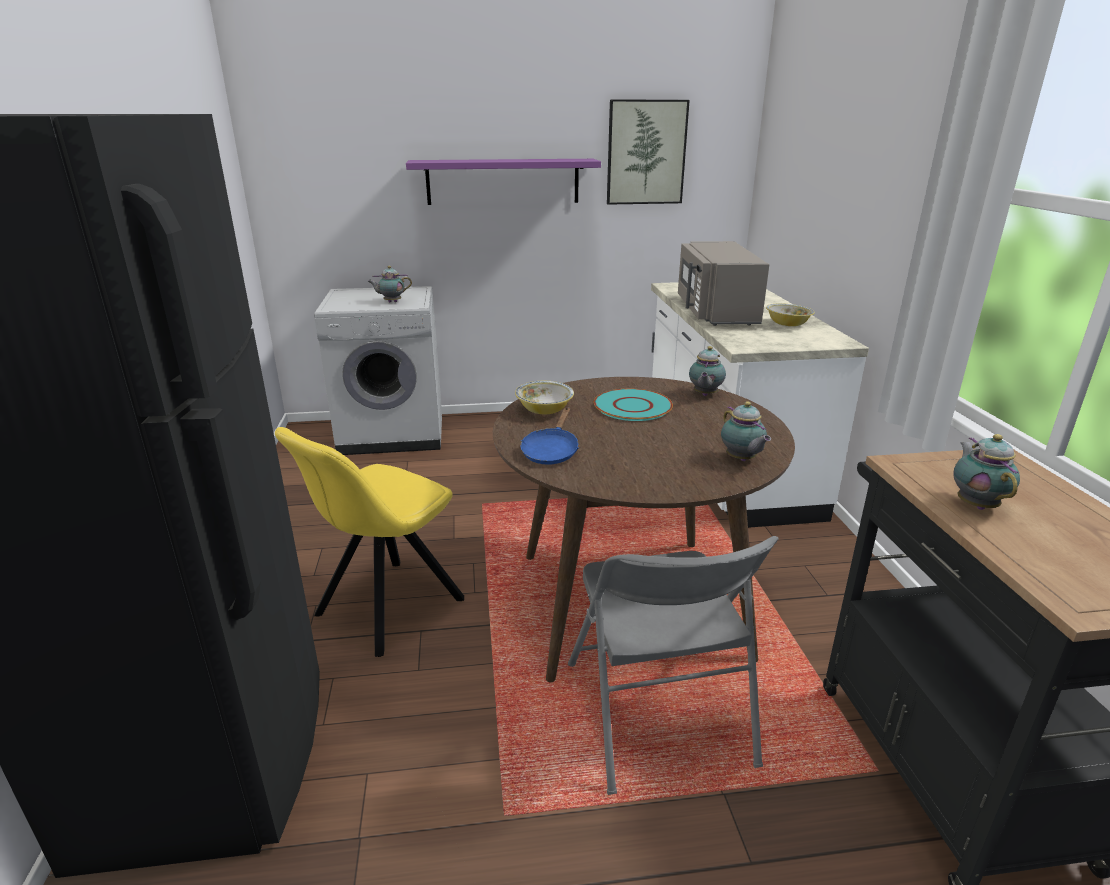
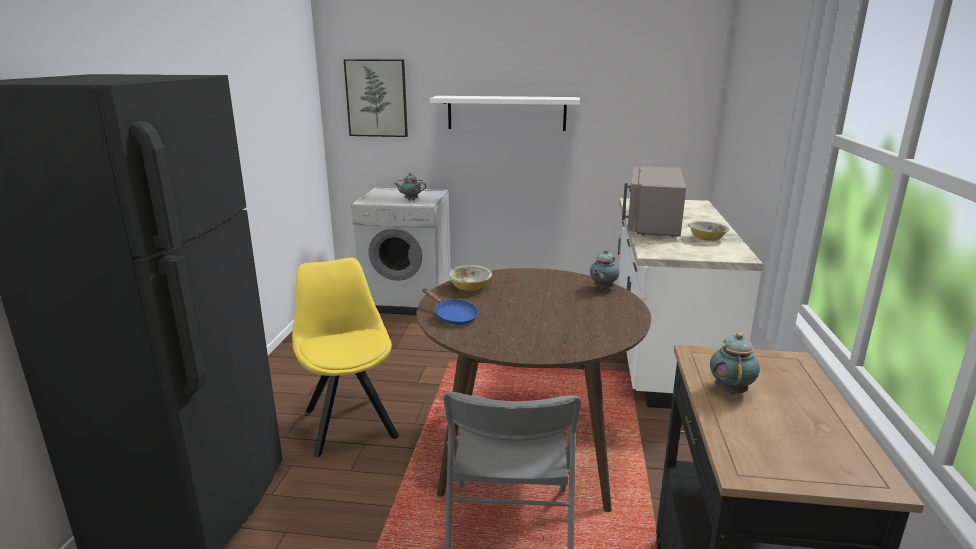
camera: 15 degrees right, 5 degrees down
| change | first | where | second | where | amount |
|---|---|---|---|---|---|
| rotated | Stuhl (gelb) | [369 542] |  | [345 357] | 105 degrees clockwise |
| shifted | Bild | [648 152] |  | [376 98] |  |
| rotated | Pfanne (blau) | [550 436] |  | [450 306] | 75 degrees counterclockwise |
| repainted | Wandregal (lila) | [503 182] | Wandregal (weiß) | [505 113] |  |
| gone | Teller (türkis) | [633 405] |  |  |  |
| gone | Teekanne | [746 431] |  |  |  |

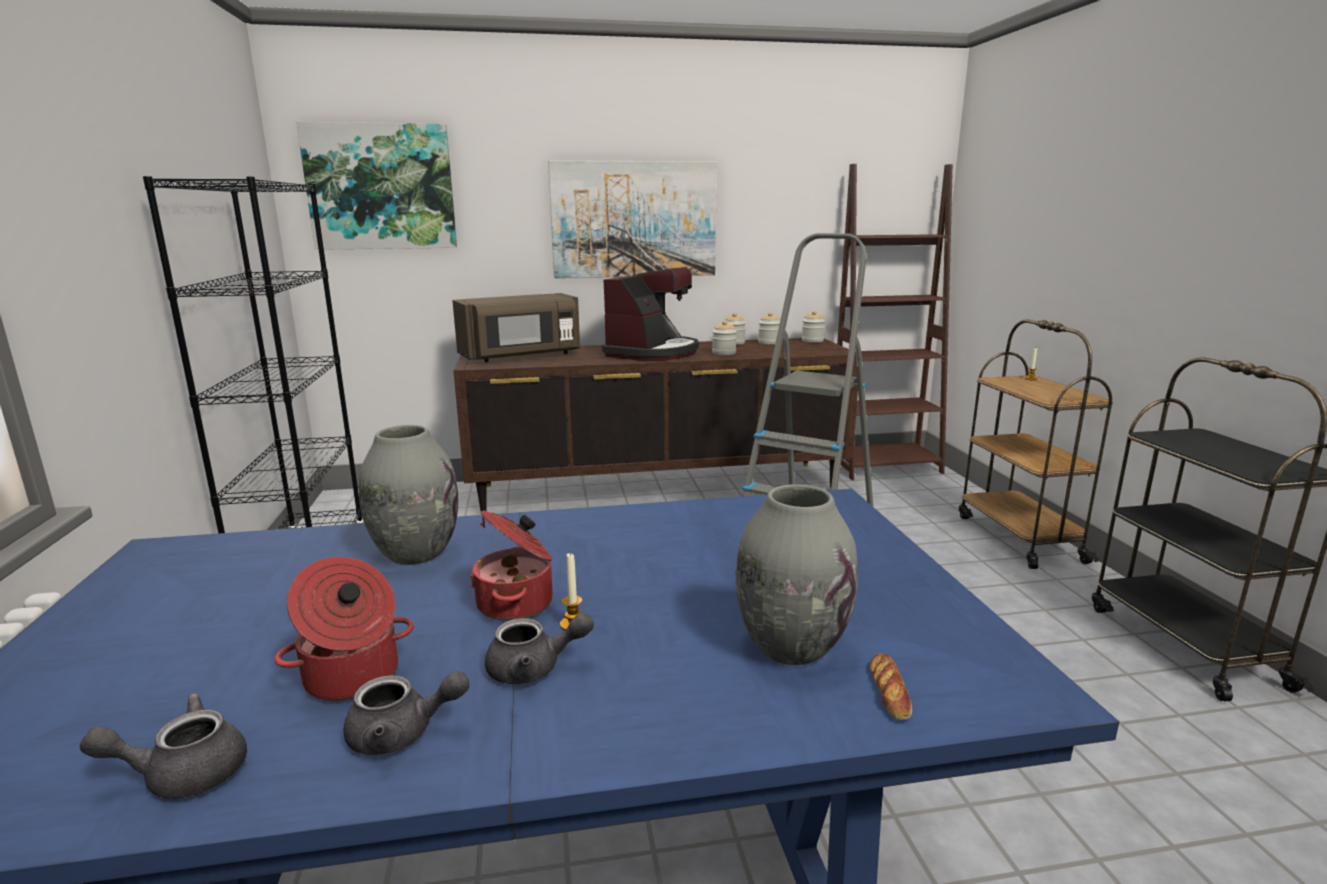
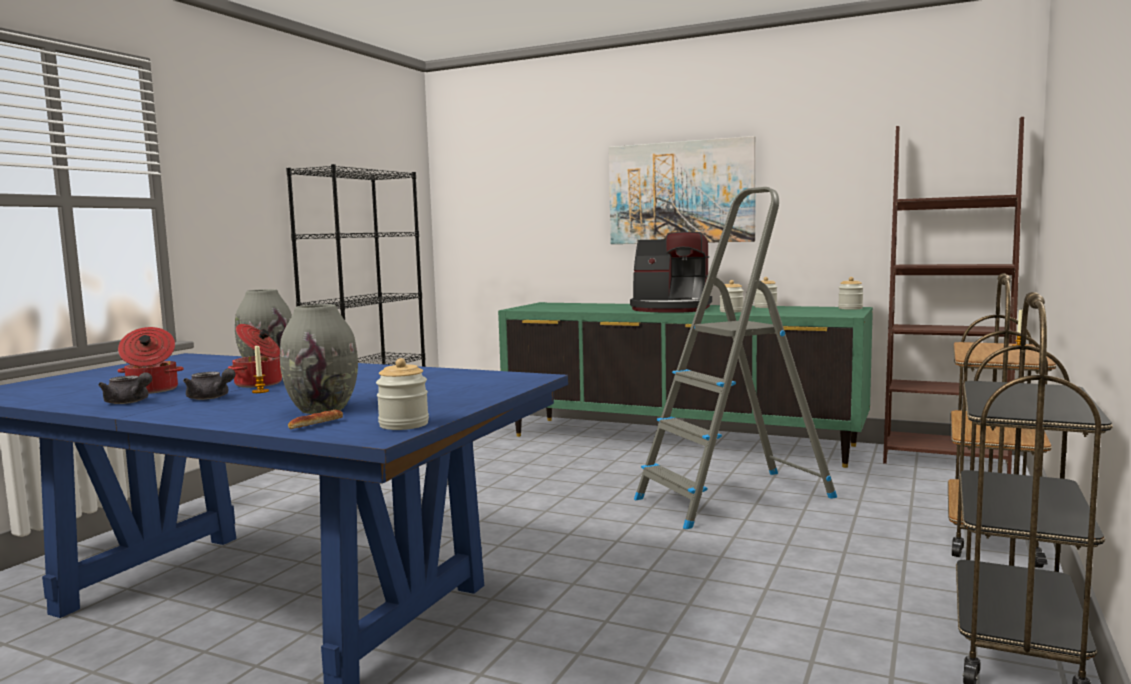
camera: 35 degrees right, 10 degrees down
| change | first | where | second | where | amount |
|---|---|---|---|---|---|
| shifted | Vorratsglas | [769 328] |  | [402 394] |  |
| repainted | Schrank (braun) | [655 425] | Schrank (grün) | [685 385] |  |
| rotated | Kaffeemaschine | [650 314] |  | [671 272] | 45 degrees clockwise |
| gone | Teekanne (grau) | [163 746] |  |  |  |
| gone | Bild | [376 186] |  |  |  |
| gone | Mikrowelle (braun) | [516 327] |  |  |  |

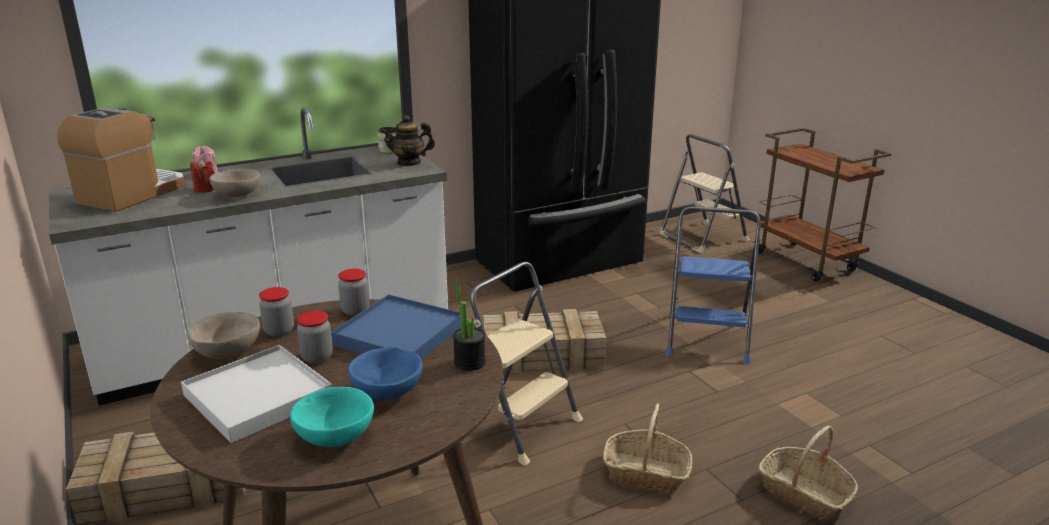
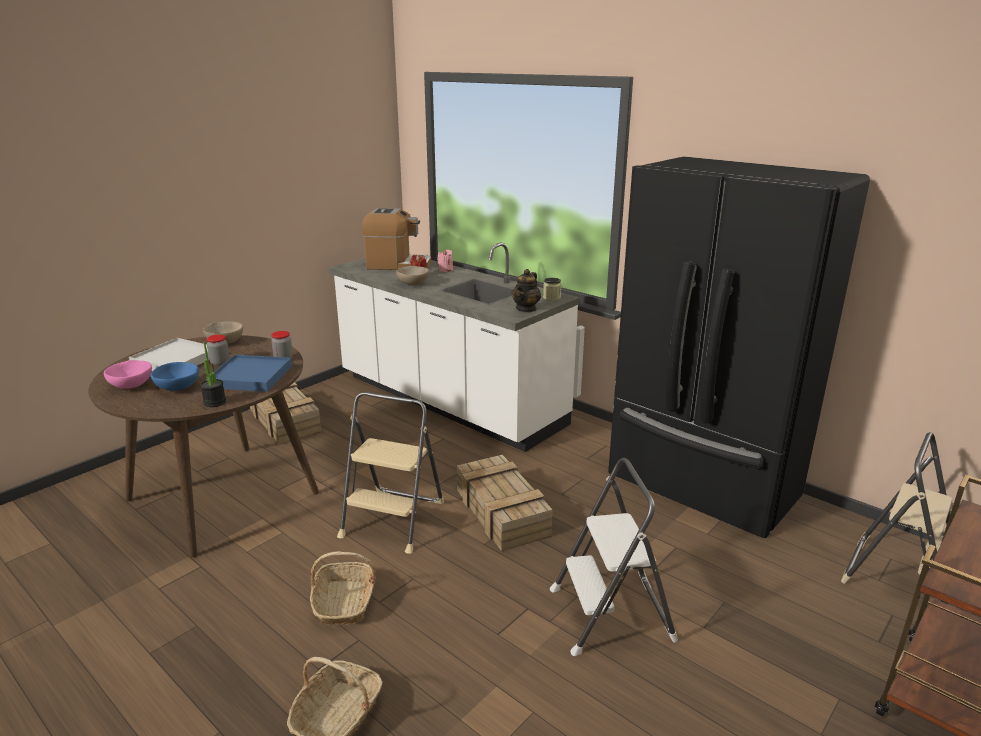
camera: 70 degrees right, 0 degrees up
| change | first | where | second | where | amount |
|---|---|---|---|---|---|
| repainted | Schüssel (türkis) | [332 417] | Schüssel (rosa) | [128 374] |  |
| rotated | Teekanne | [408 140] |  | [526 290] | 120 degrees counterclockwise |
| repainted | Trittleiter (blau) | [713 285] | Trittleiter (weiß) | [614 557] |  |
| gone | Vorratsglas | [276 312] |  |  |  |

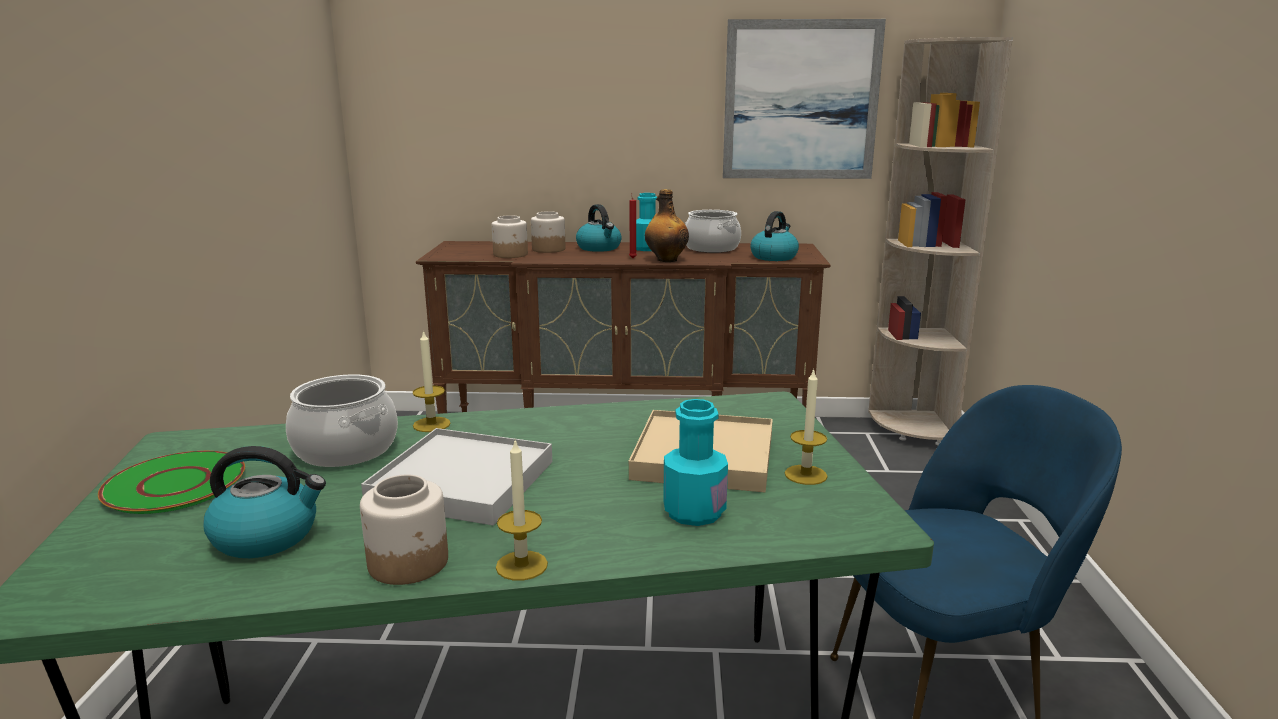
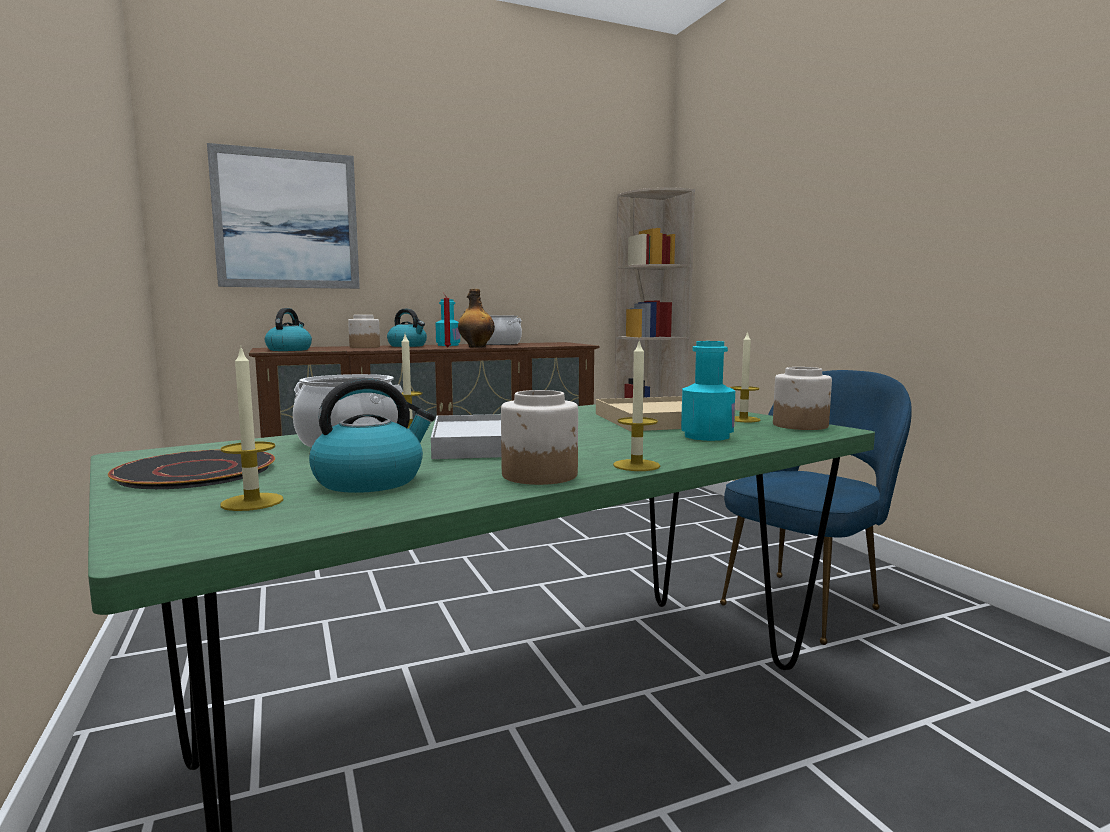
camera: 25 degrees left, 10 degrees down
| change | first | where | second | where | amount |
|---|---|---|---|---|---|
| repainted | Teller (grün) | [171 482] | Teller (schwarz) | [191 469] |  |
| shifted | Bild | [804 99] |  | [283 216] |  |
| new |  |  | Kerze | [252 428] |  |
| shifted | Wasserkessel | [774 236] |  | [288 329] |  |
| shifted | Vorratsglas | [510 236] |  | [802 398] |  |

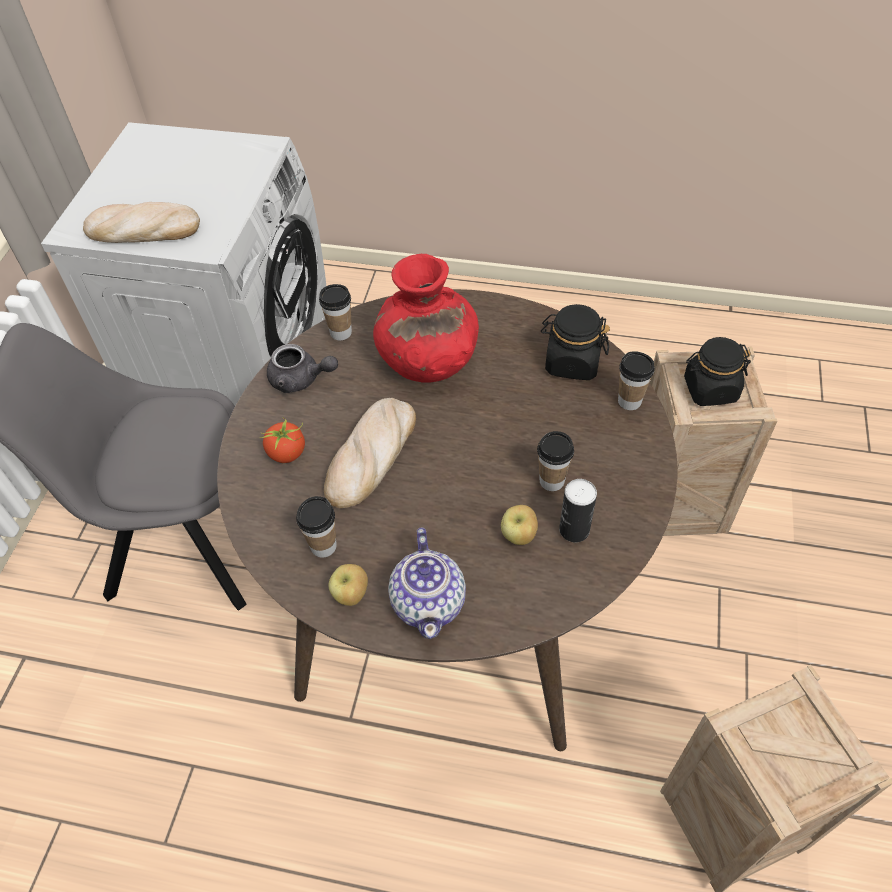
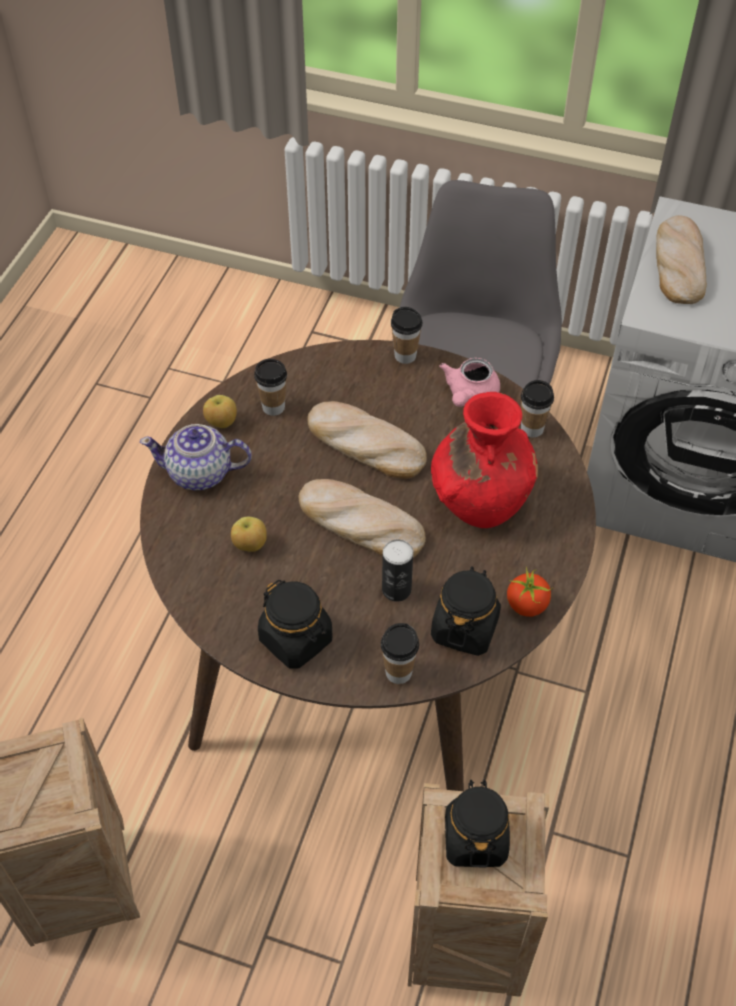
camera: 95 degrees right, 0 degrees up
| change | first | where | second | where | amount |
|---|---|---|---|---|---|
| new |  |  | Vorratsglas (schwarz) | [295 624] |  |
| new |  |  | Brot | [362 518] |  |
| shifted | Dose | [578 510] |  | [397 570] |  |
| shifted | Tasse | [555 461] |  | [406 335] |  |
| repainted | Teekanne (grau) | [302 368] | Teekanne (rosa) | [469 382] |  |
| shifted | Tomate | [282 440] |  | [530 592] |  |

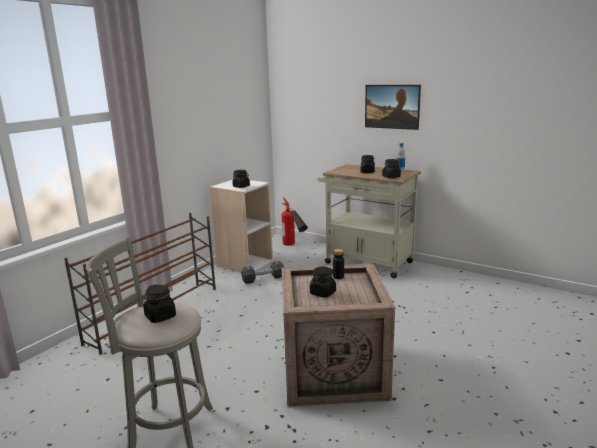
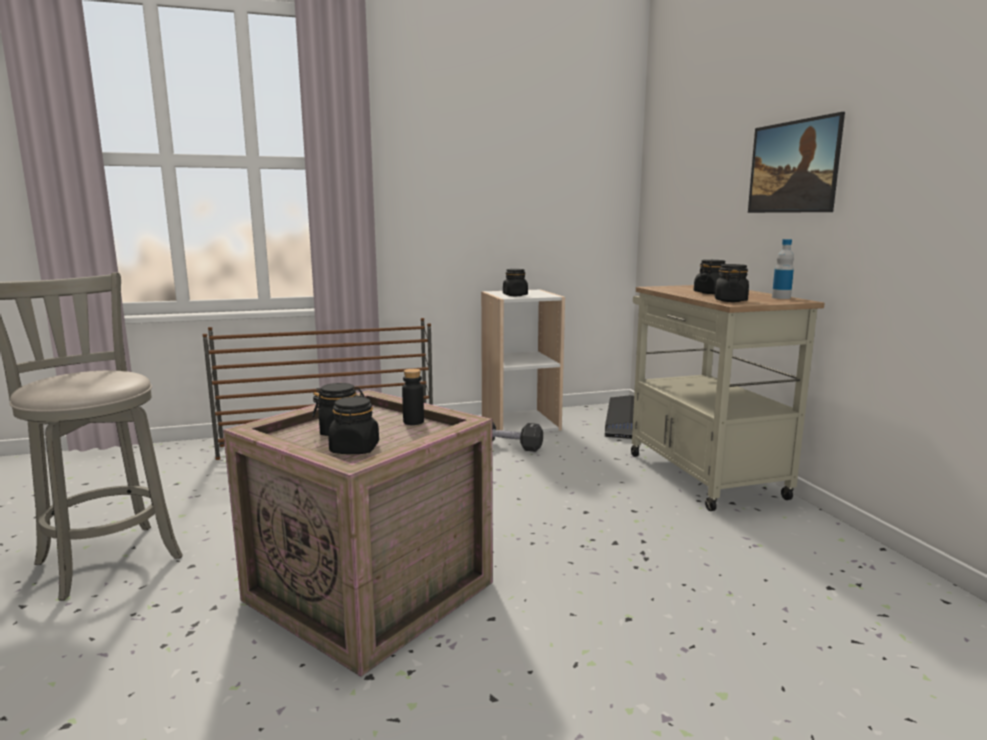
camera: 40 degrees right, 5 degrees down
| change | first | where | second | where | amount |
|---|---|---|---|---|---|
| shifted | Vorratsglas (schwarz) | [159 304] |  | [353 425] |  |
| swapped | Feuerlöscher | [295 221] | Aufbewahrungsbox (schwarz) | [619 417] |  |

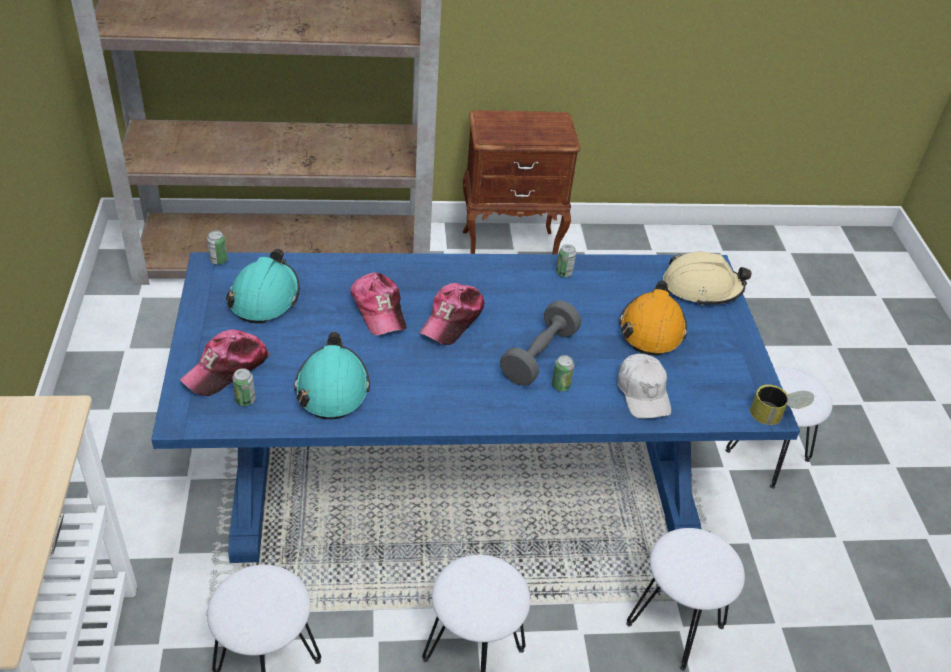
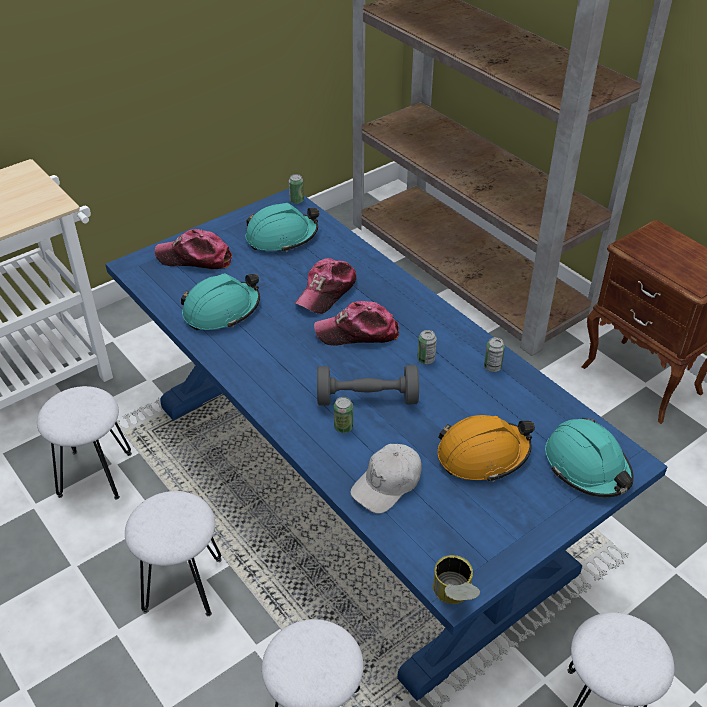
camera: 60 degrees right, 0 degrees up
| change | first | where | second | where | amount |
|---|---|---|---|---|---|
| shifted | Dose | [243 387] |  | [427 347] |  |
| repainted | Schutzhelm (beige) | [707 279] | Schutzhelm (türkis) | [589 457] |  |

